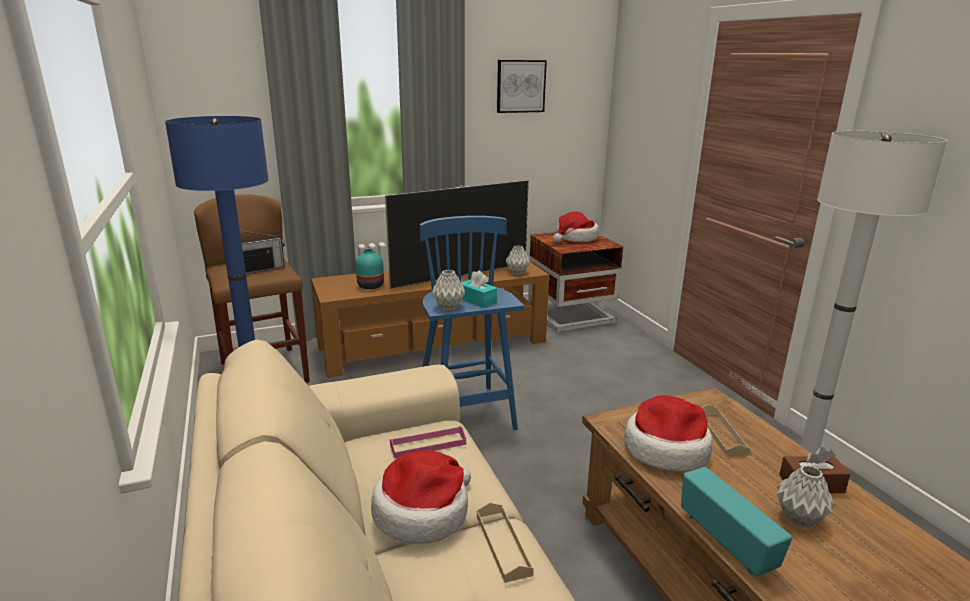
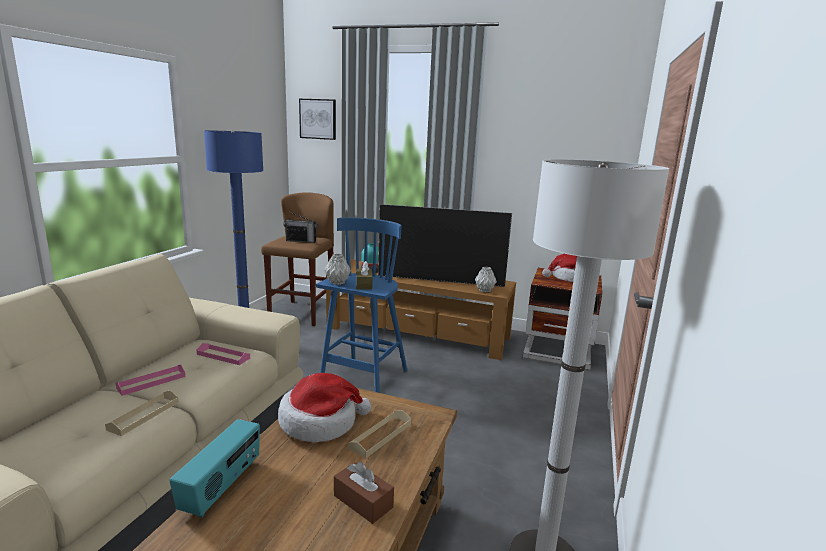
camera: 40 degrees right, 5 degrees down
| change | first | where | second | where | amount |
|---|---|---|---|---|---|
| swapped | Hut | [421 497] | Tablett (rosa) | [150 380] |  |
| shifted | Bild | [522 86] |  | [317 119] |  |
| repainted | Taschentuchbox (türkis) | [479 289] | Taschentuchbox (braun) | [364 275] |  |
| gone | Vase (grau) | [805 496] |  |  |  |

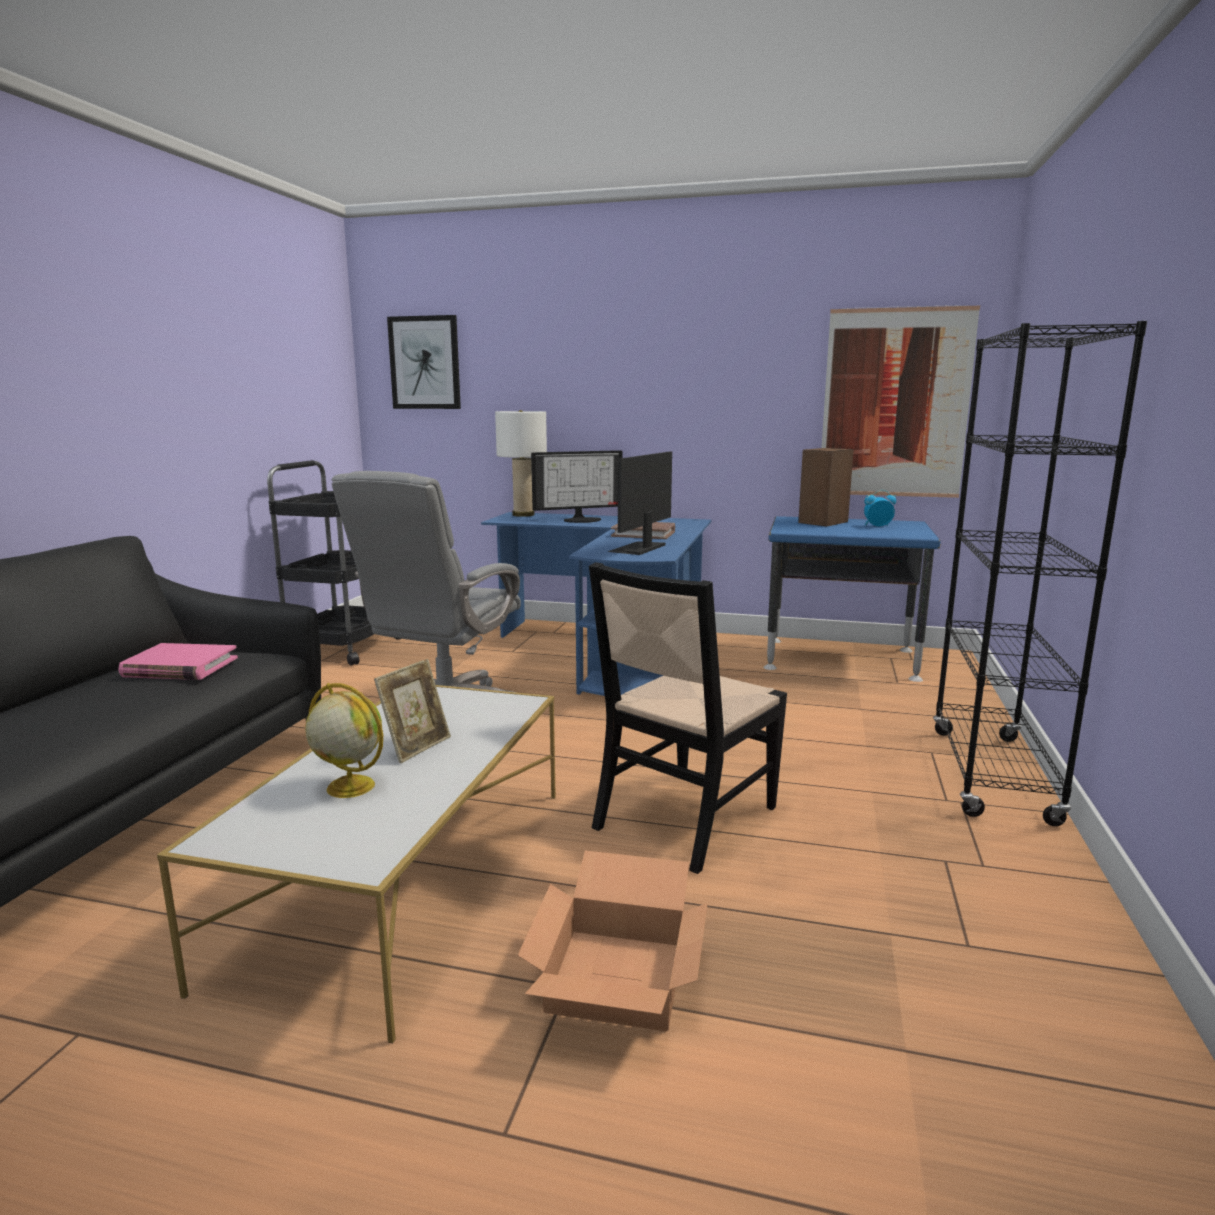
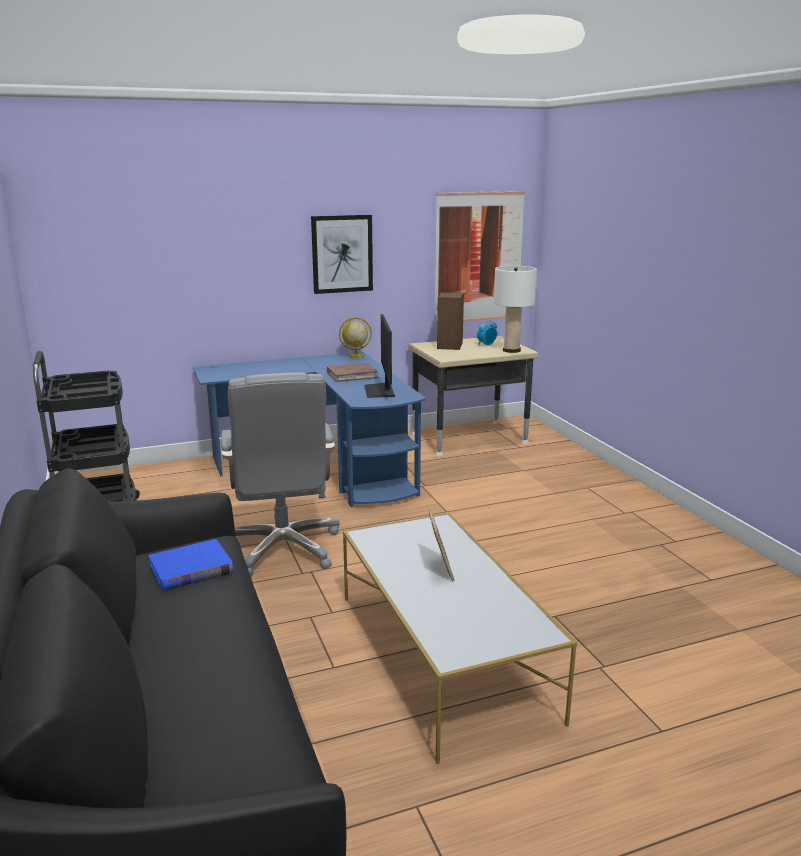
camera: 35 degrees left, 5 degrees up
| change | first | where | second | where | amount |
|---|---|---|---|---|---|
| repainted | Buch (rosa) | [178 661] | Buch (blau) | [191 565] |  |
| shifted | Bild | [424 362] |  | [342 254] |  |
| shifted | Globus | [344 740] |  | [355 337] |  |
| repainted | Schreibtisch (blau) | [852 599] | Schreibtisch (beige) | [473 396] |  |
| shifted | Tischlampe (weiß) | [521 463] |  | [515 309] |  |
| gone | Karton | [613 941] |  |  |  |
| gone | Monitor | [577 486] |  |  |  |
| gone | Stuhl | [688 718] |  |  |  |
| gone | Bücherregal (schwarz) | [1040 573] |  |  |  |

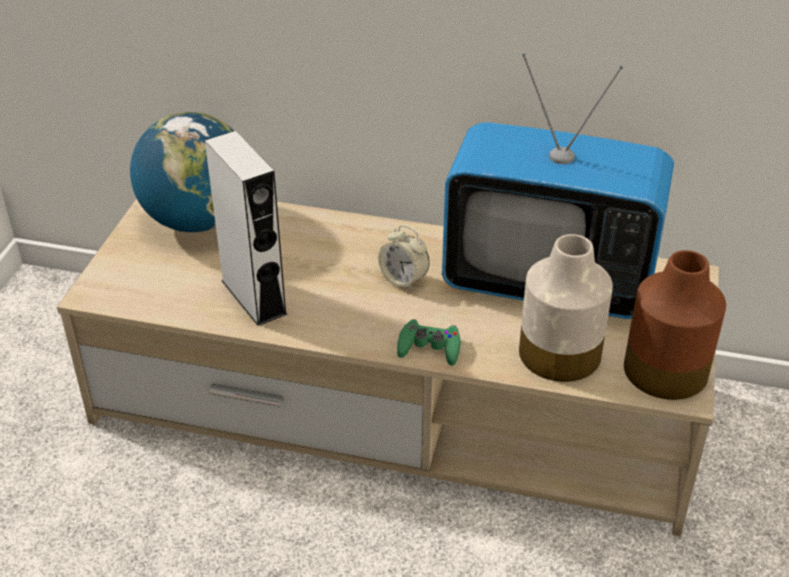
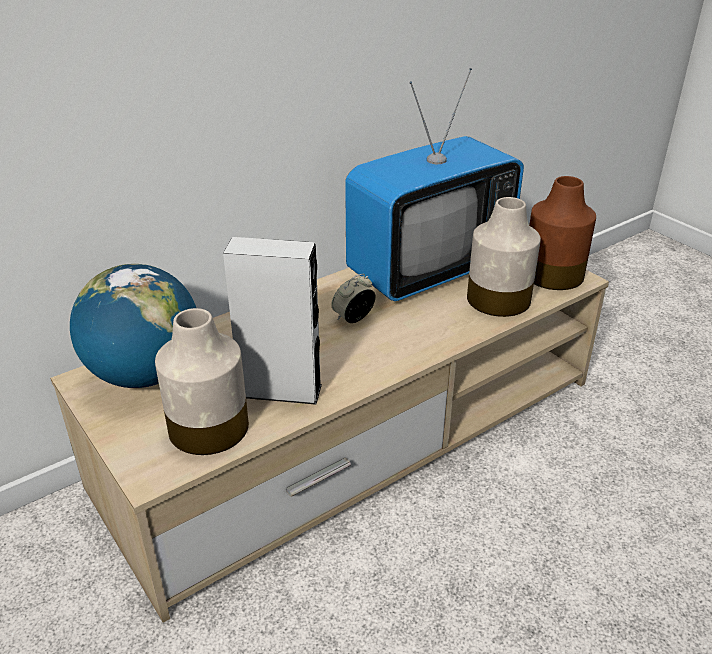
camera: 50 degrees left, 5 degrees down
| change | first | where | second | where | amount |
|---|---|---|---|---|---|
| new |  |  | Vase (beige) | [202 381] |  |
| rotated | Wecker | [404 258] |  | [353 298] | 150 degrees clockwise |
| gone | Gamepad (grün) | [429 342] |  |  |  |

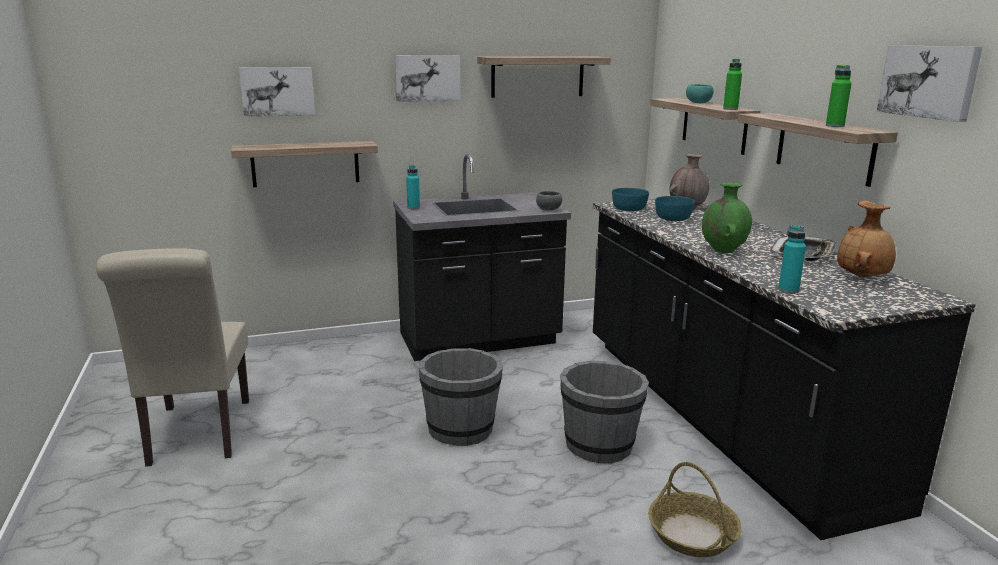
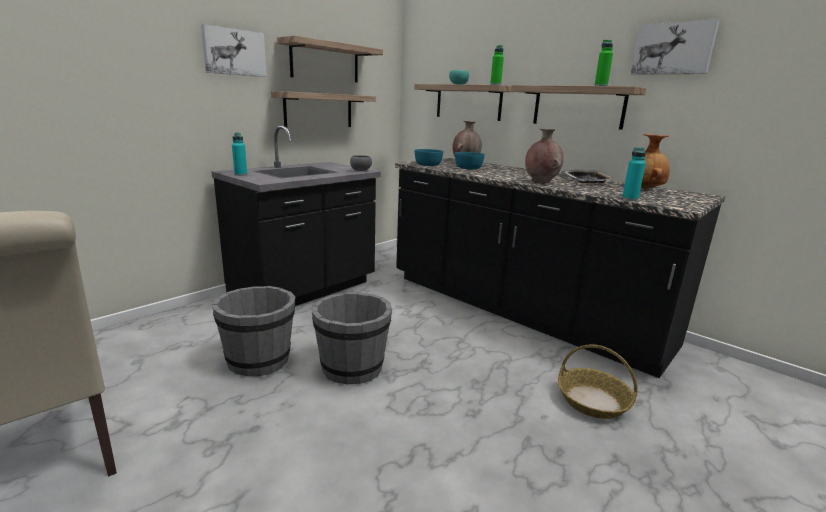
camera: 30 degrees left, 0 degrees up
| change | first | where | second | where | amount |
|---|---|---|---|---|---|
| shifted | Eimer (grau) | [604 412] |  | [253 331] |  |
| shifted | Wandregal | [304 164] |  | [323 109] |  |
| repainted | Vase (grün) | [727 218] | Vase (braun) | [544 156] |  |
| gone | Bild | [277 92] |  |  |  |

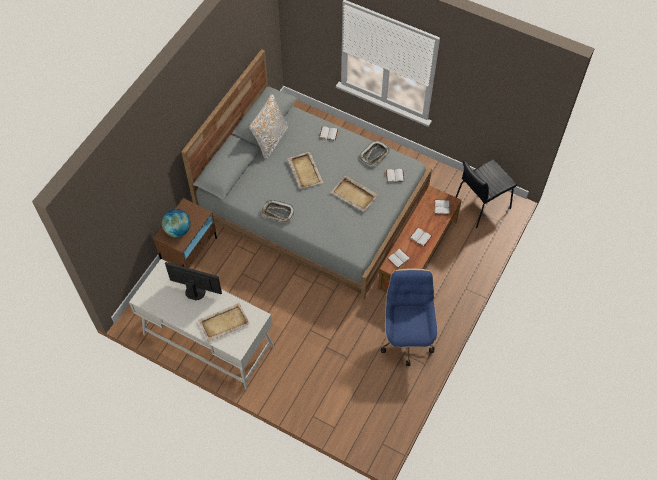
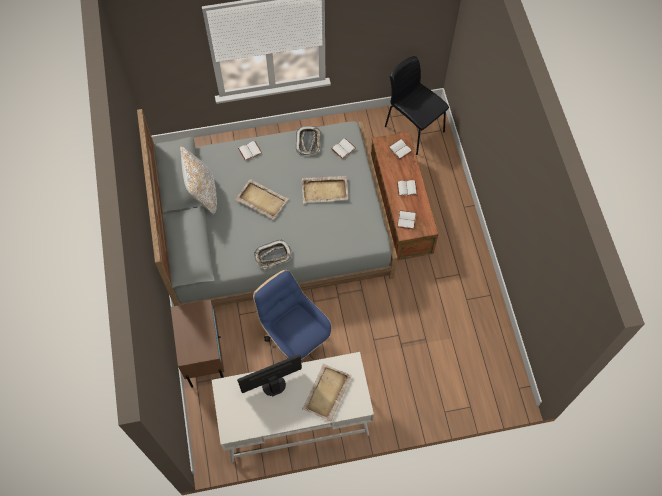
camera: 40 degrees left, 5 degrees up
| change | first | where | second | where | amount |
|---|---|---|---|---|---|
| shifted | Bürostuhl (blau) | [409 317] |  | [292 315] |  |
| rotated | Stuhl (schwarz) | [486 193] |  | [417 105] | 120 degrees clockwise |
| gone | Globus | [176 223] |  |  |  |

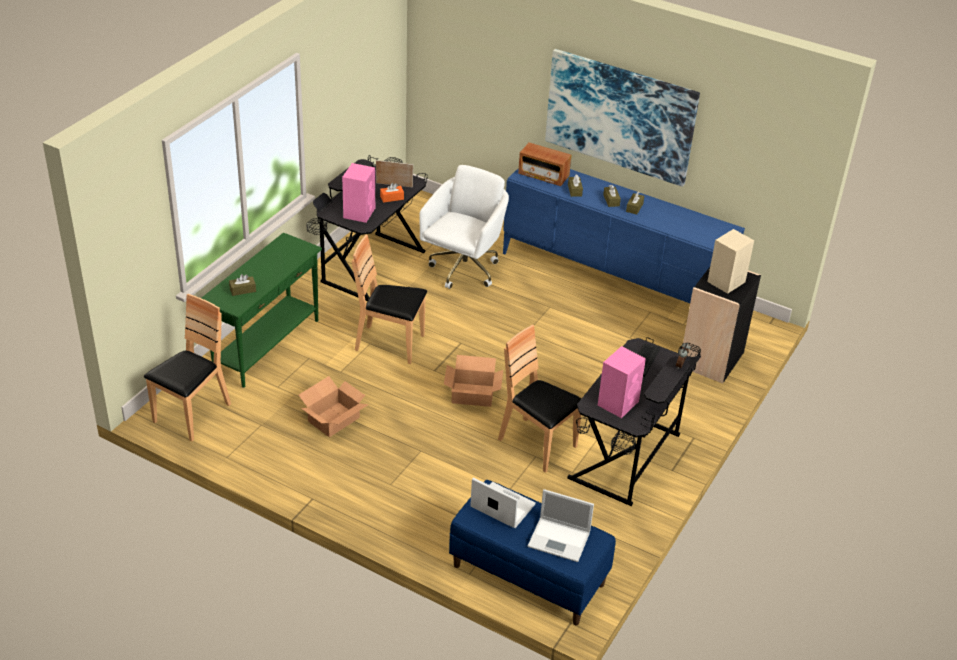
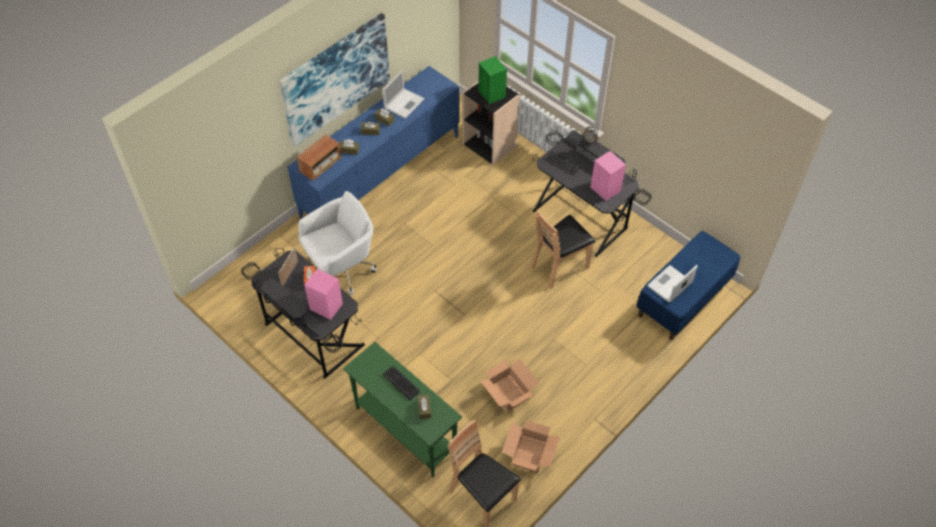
camera: 75 degrees left, 15 degrees up
| change | first | where | second | where | amount |
|---|---|---|---|---|---|
| rotated | Bürostuhl (weiß) | [464 227] |  | [337 243] | 105 degrees clockwise |
| shifted | Laptop | [560 525] |  | [403 94] |  |
| new |  |  | Tastatur | [401 383] |  |
| repainted | Lautsprecher (beige) | [730 261] | Lautsprecher (grün) | [492 80] |  |
| shifted | Karton | [473 381] |  | [531 446] |  |
| gone | Stuhl (braun) | [389 299] |  |  |  |

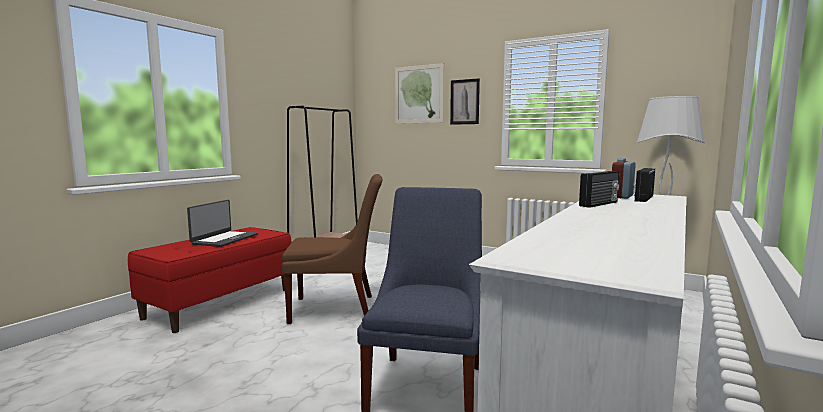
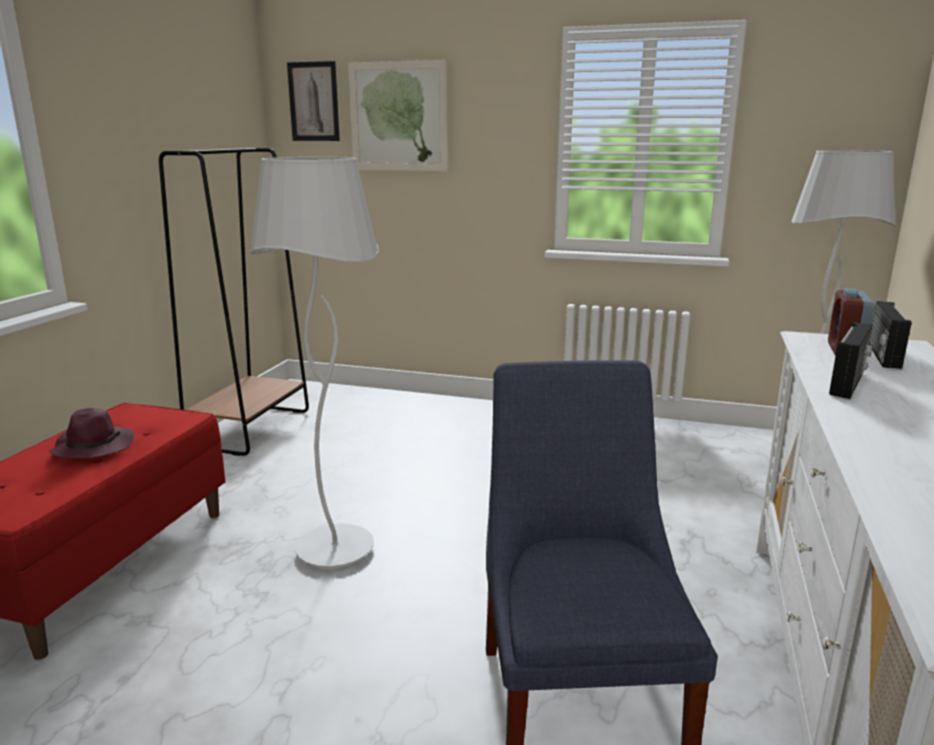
camera: 15 degrees left, 10 degrees up
| change | first | where | second | where | amount |
|---|---|---|---|---|---|
| swapped | Laptop | [222 223] | Hut (lila) | [91 433] |  |
| swapped | Stuhl (braun) | [332 249] | Stehlampe (weiß) | [314 363] |  |
| shifted | Bild | [465 101] |  | [313 101] |  |

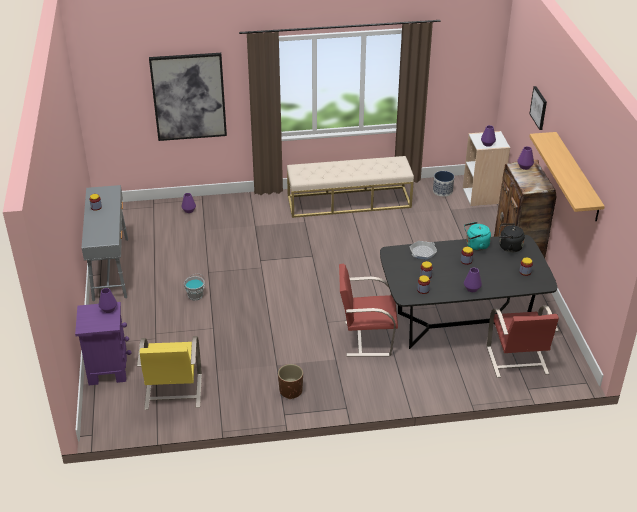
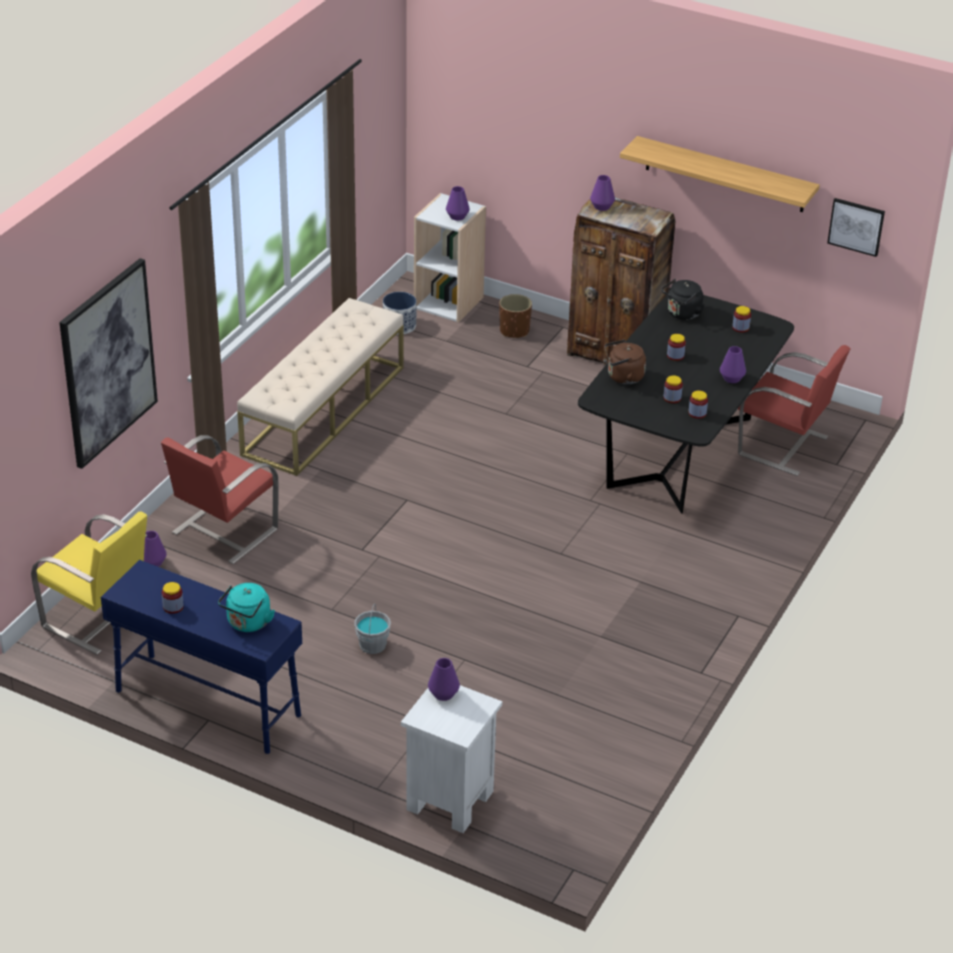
camera: 55 degrees left, 0 degrees up
| change | first | where | second | where | amount |
|---|---|---|---|---|---|
| shifted | Stuhl (gelb) | [169 373] |  | [89 583] |  |
| repainted | Konsolentisch (grau) | [105 243] | Konsolentisch (blau) | [201 657] |  |
| shifted | Stuhl (rot) | [368 310] |  | [220 499] |  |
| shifted | Wasserkessel (türkis) | [477 236] |  | [246 607] |  |
| repainted | Nachttisch (lila) | [103 343] | Nachttisch (weiß) | [451 759] |  |
| shifted | Pflanzkübel (braun) | [290 381] |  | [515 316] |  |
| swapped | Pfanne | [423 250] | Wasserkessel (braun) | [625 361] |  |
| shifted | Bild | [538 108] |  | [856 227] |  |

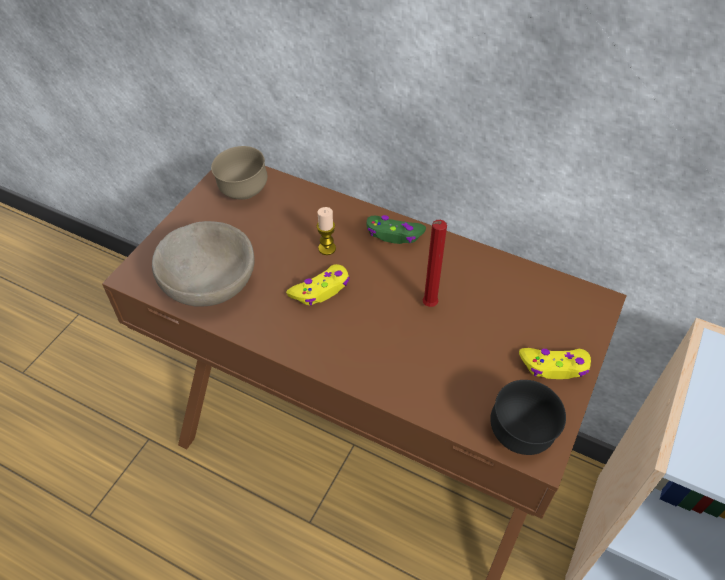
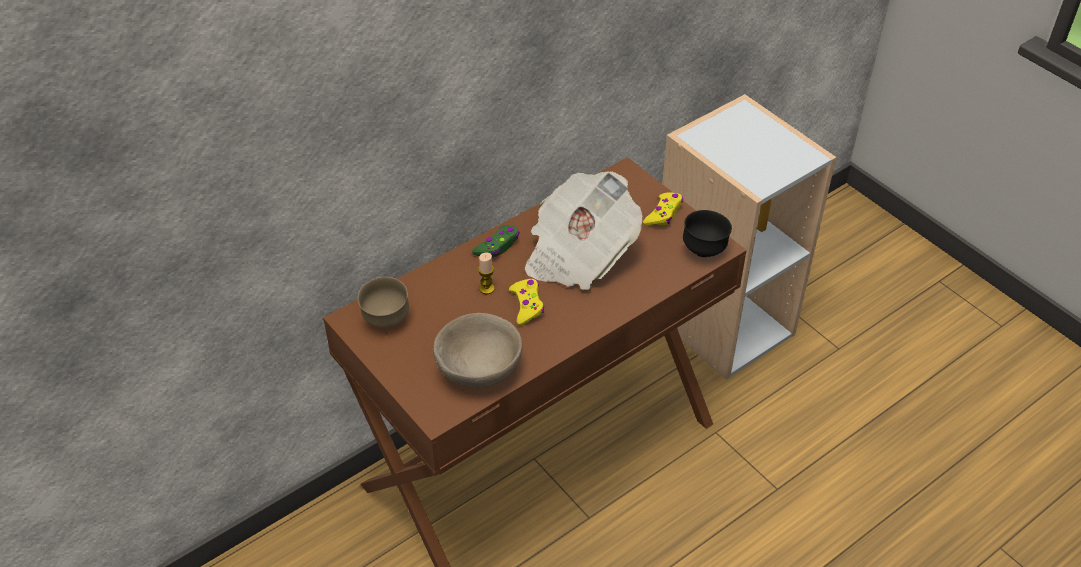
camera: 65 degrees left, 5 degrees down
| change | first | where | second | where | amount |
|---|---|---|---|---|---|
| swapped | Kerze (rot) | [434 263] | Zeitung | [583 230] |  |

